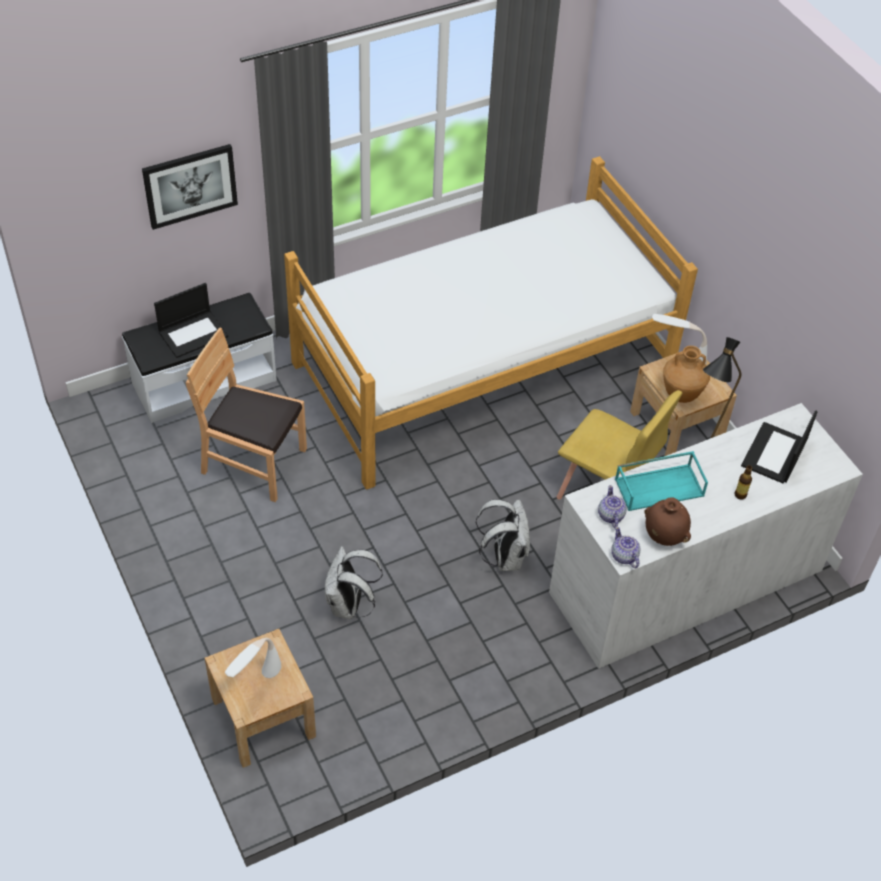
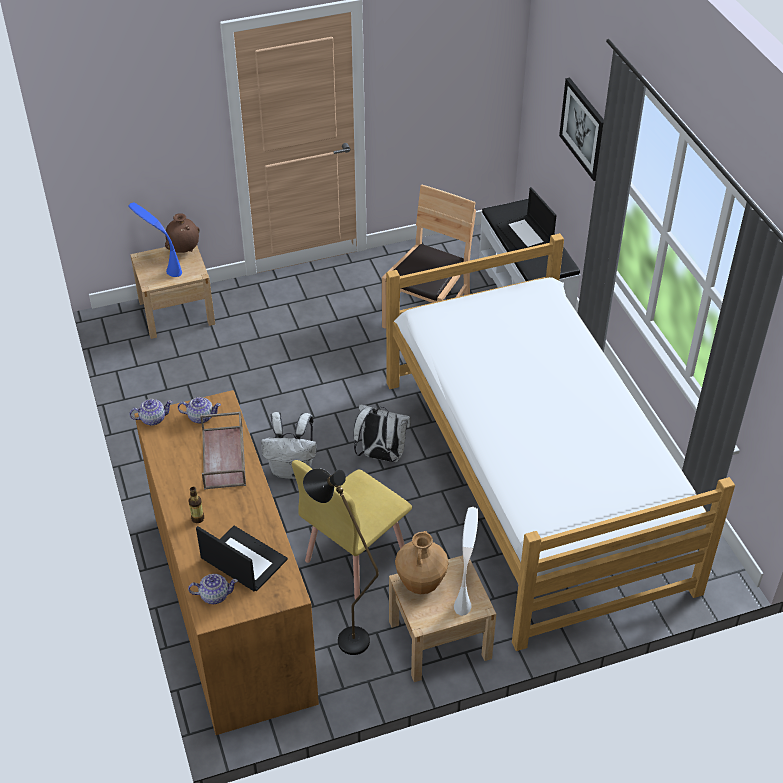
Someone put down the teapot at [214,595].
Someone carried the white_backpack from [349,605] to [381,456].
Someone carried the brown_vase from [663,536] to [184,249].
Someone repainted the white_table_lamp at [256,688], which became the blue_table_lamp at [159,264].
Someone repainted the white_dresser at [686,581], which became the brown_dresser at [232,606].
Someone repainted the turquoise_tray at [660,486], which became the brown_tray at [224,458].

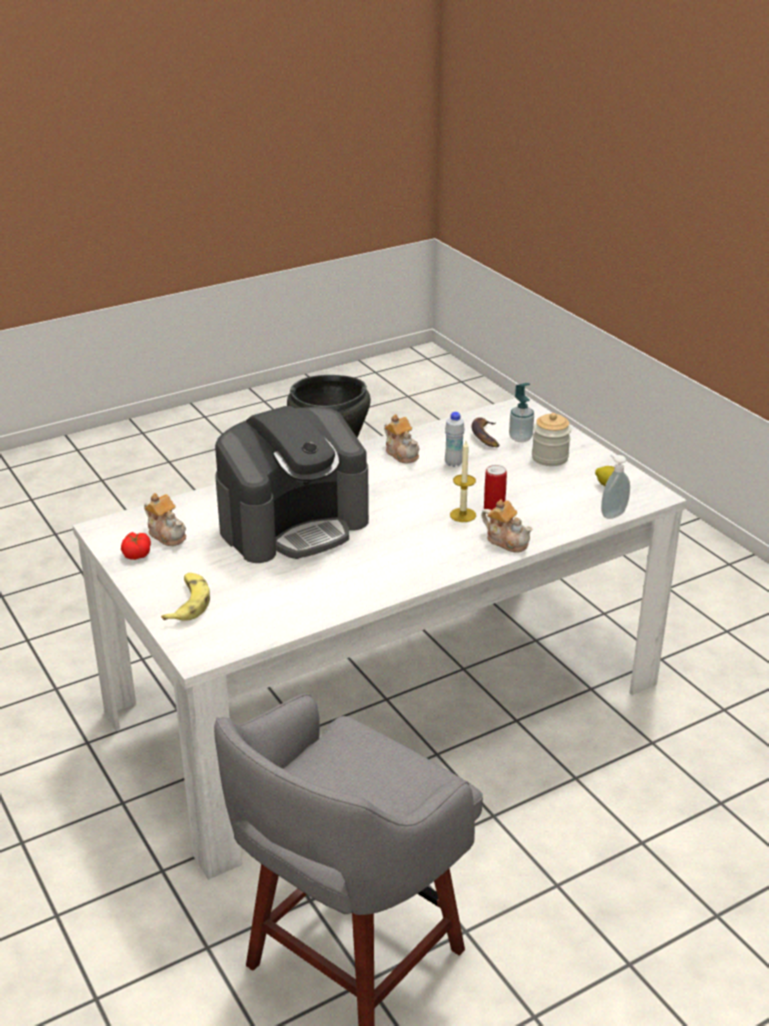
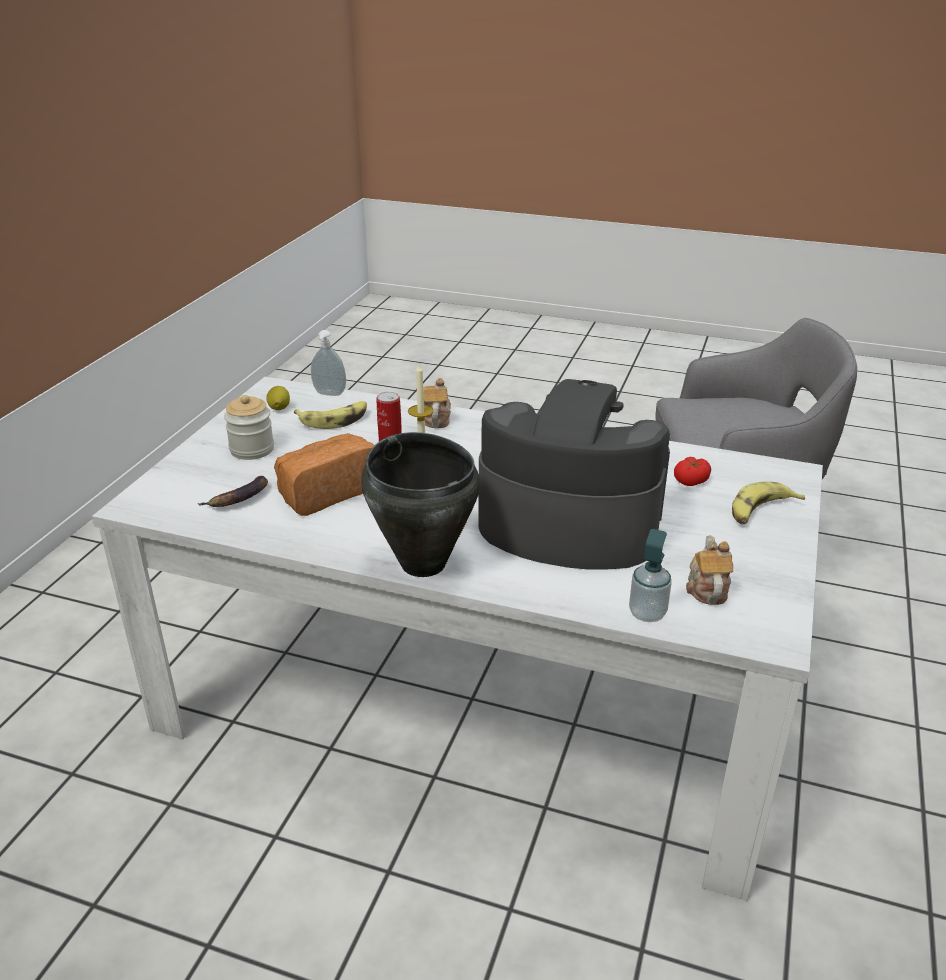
Someone took away the teapot at [402,453].
Someone put down the banana at [334,420].
Someone carried the tomato from [136,553] to [691,480].
Someone carried the soap_dispenser from [520,438] to [647,613].
Someone swapped the white_bottle at [453,463] for the bread at [327,492].

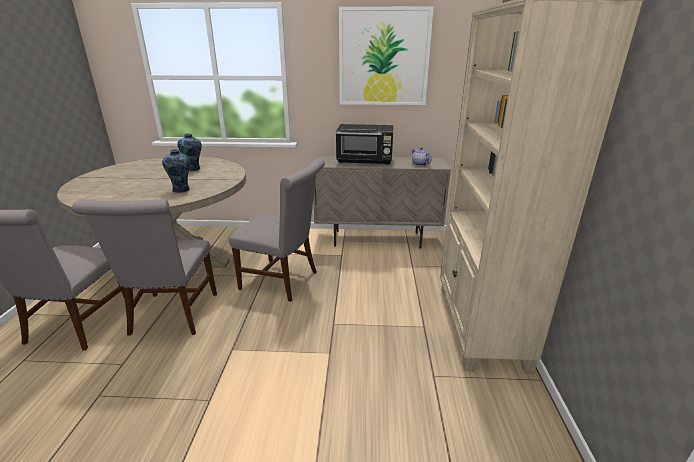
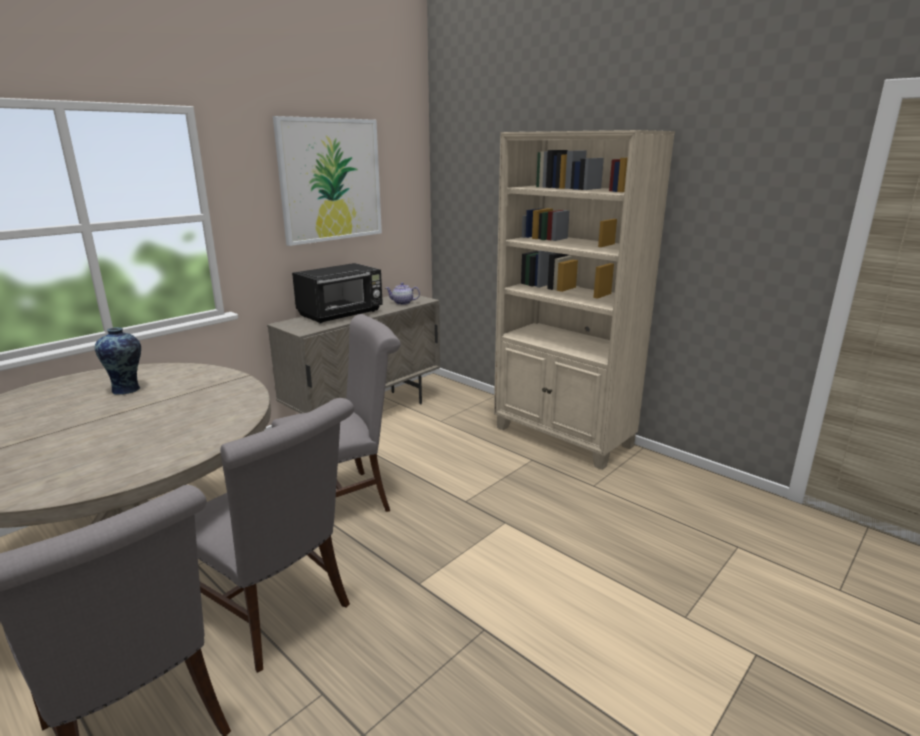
Someone took away the vase at [182,190].

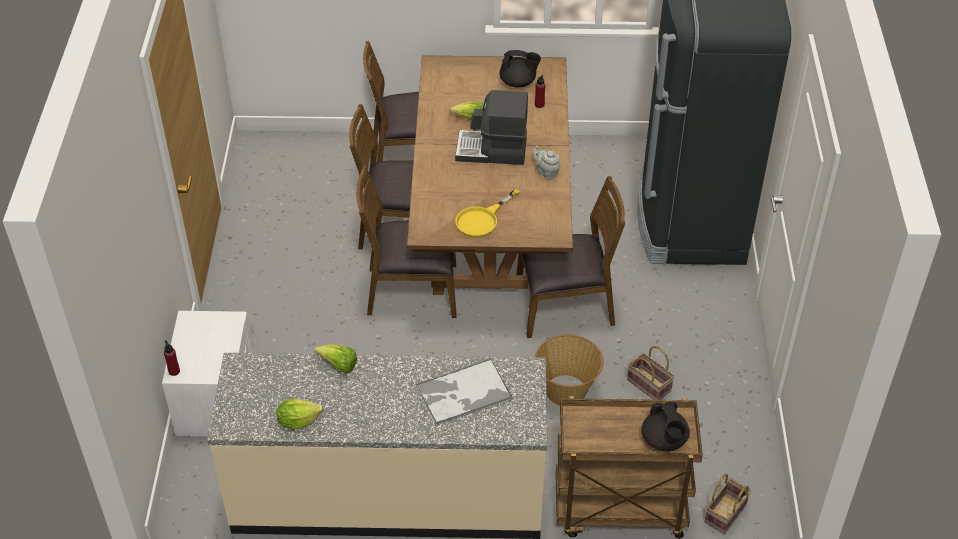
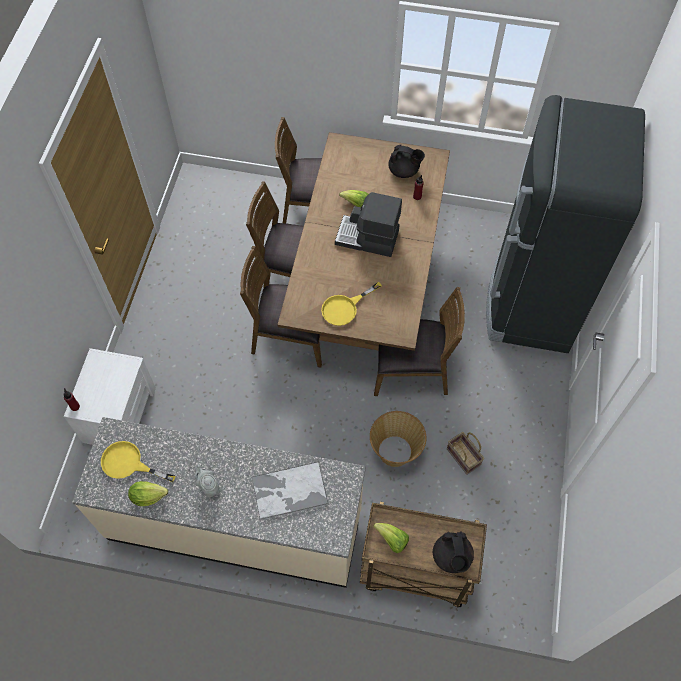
Someone took away the basket at [725,514].
Someone put down the yellow_frying_pan at [129,464].
Someone carried the lettuce from [338,365] to [392,540].
Someone carried the grey_teapot from [546,172] to [209,487].

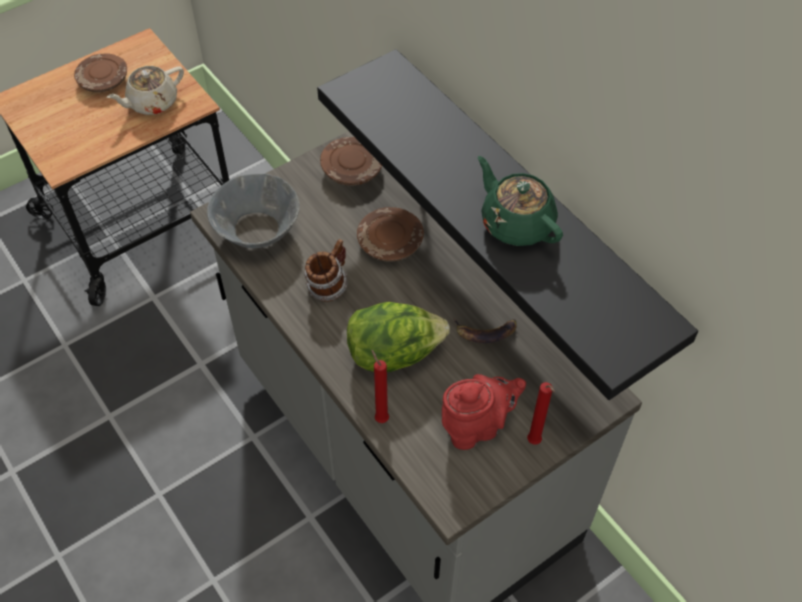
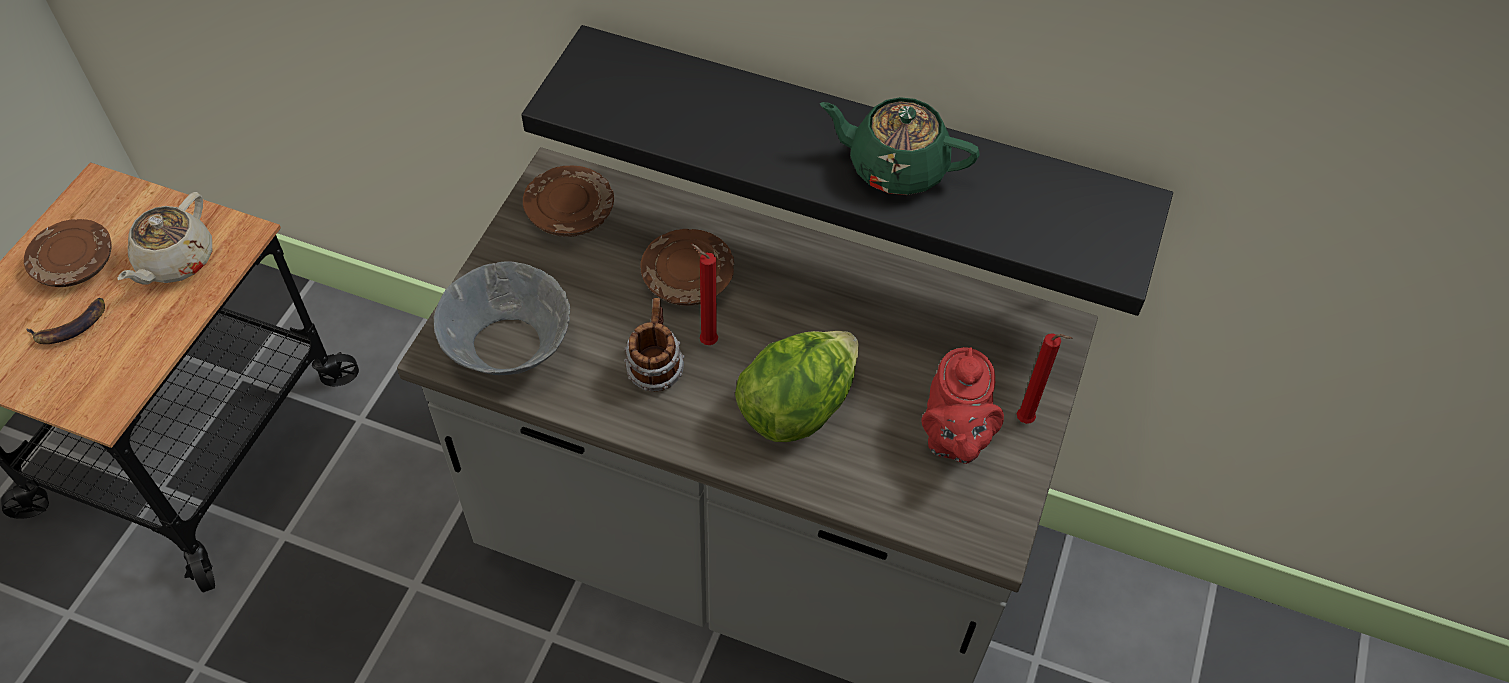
Someone carried the red_candle from [380,418] to [705,341].
Someone carried the banana from [485,331] to [71,326].
Someone rotated the red_teapot at [476,426] by 150 degrees clockwise.

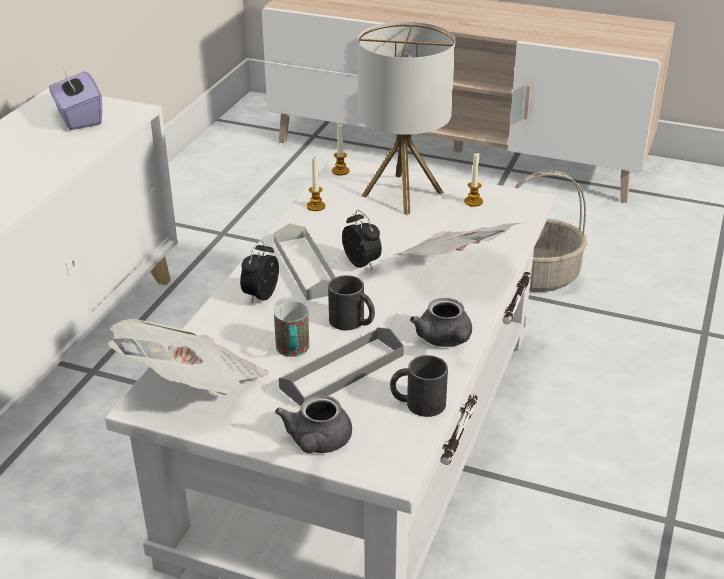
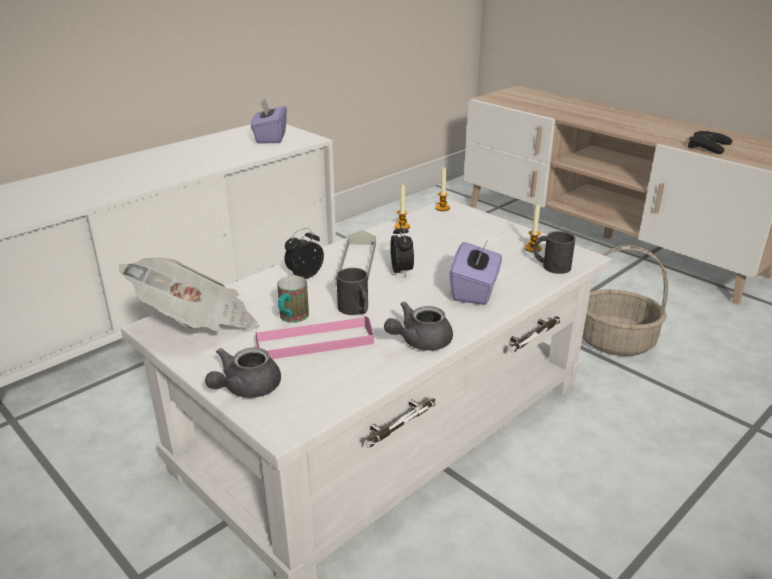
Someone took away the table_lamp at [402,194].
Someone put down the black_game_controller at [705,145].
Someone carried the black_mug from [417,403] to [551,266].
Someone swapped the newspaper at [454,267] for the purple_tissue_box at [475,291].
Someone repainted the grey_tray at [342,371], which became the pink_tray at [315,342].
Someone rotated the grey_teapot at [445,340] by 45 degrees clockwise.

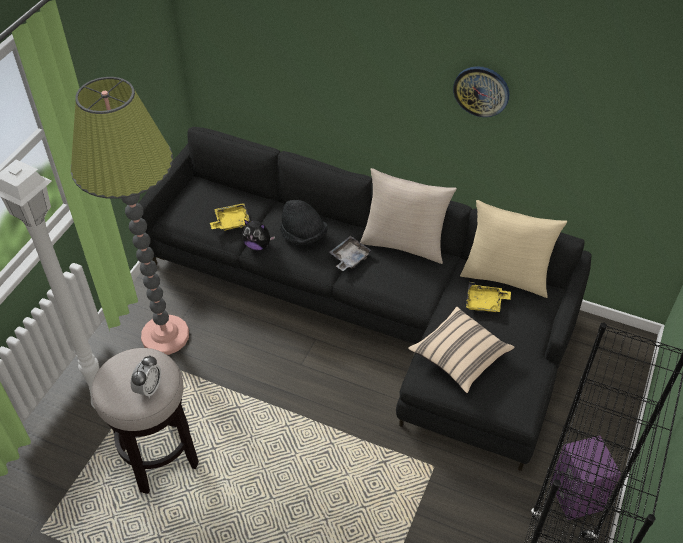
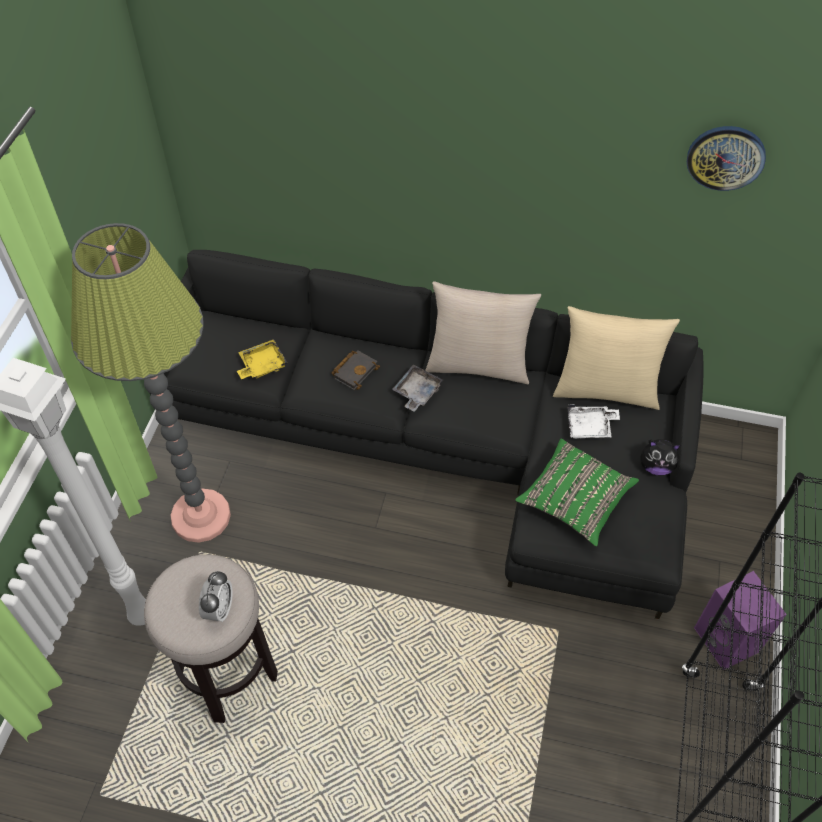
Someone carried the plush_toy from [258,245] to [656,466].
Someone carried the wall_clock from [481,91] to [725,157].
Someone swapped the black_hat at [303,235] for the black_book at [355,371].
Someone repainted the beige_pillow at [459,357], which became the green_pillow at [575,500].
Someone repainted the yellow_tray at [485,303], which became the white_tray at [590,427].

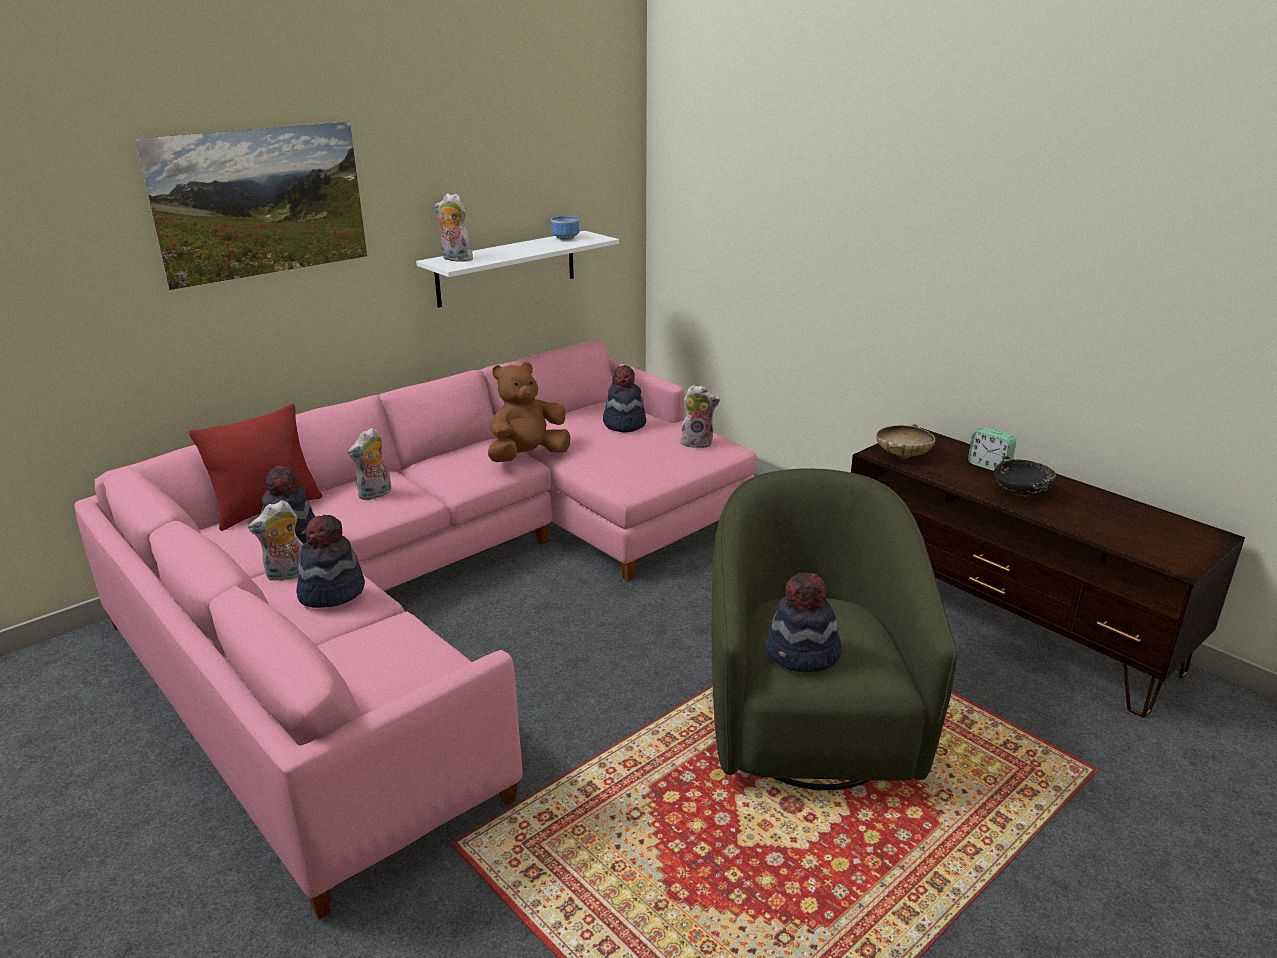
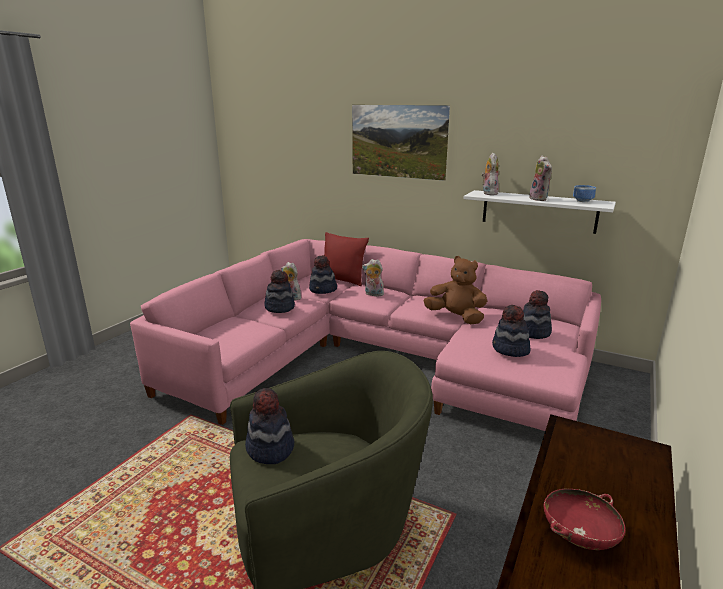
Someone took away the beige_bowl at [902,455].
Someone took away the alarm_clock at [989,465].
Someone put down the hat at [510,350].
Someone carried the plush_toy from [698,442] to [540,199].
Someone repainted the black_bowl at [1020,493], which became the red_bowl at [578,535].

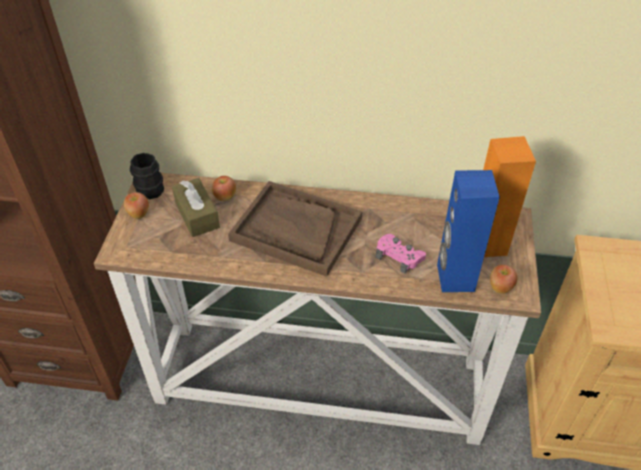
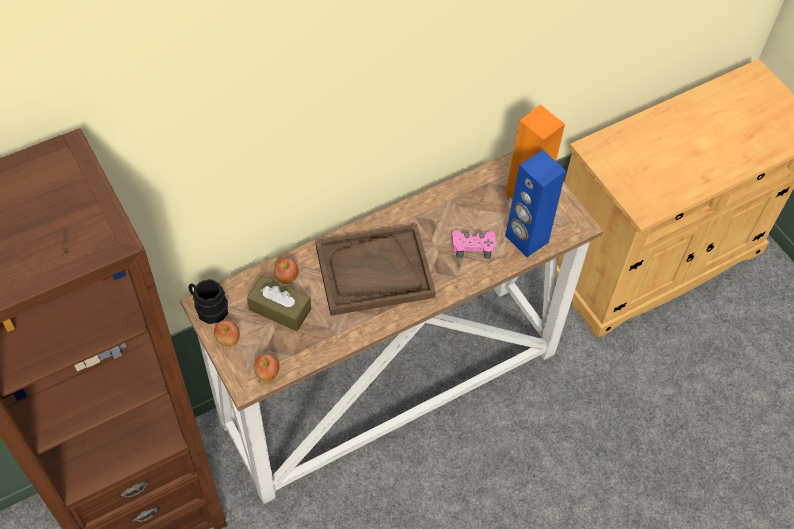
Someone carried the apple from [500,287] to [267,374].

